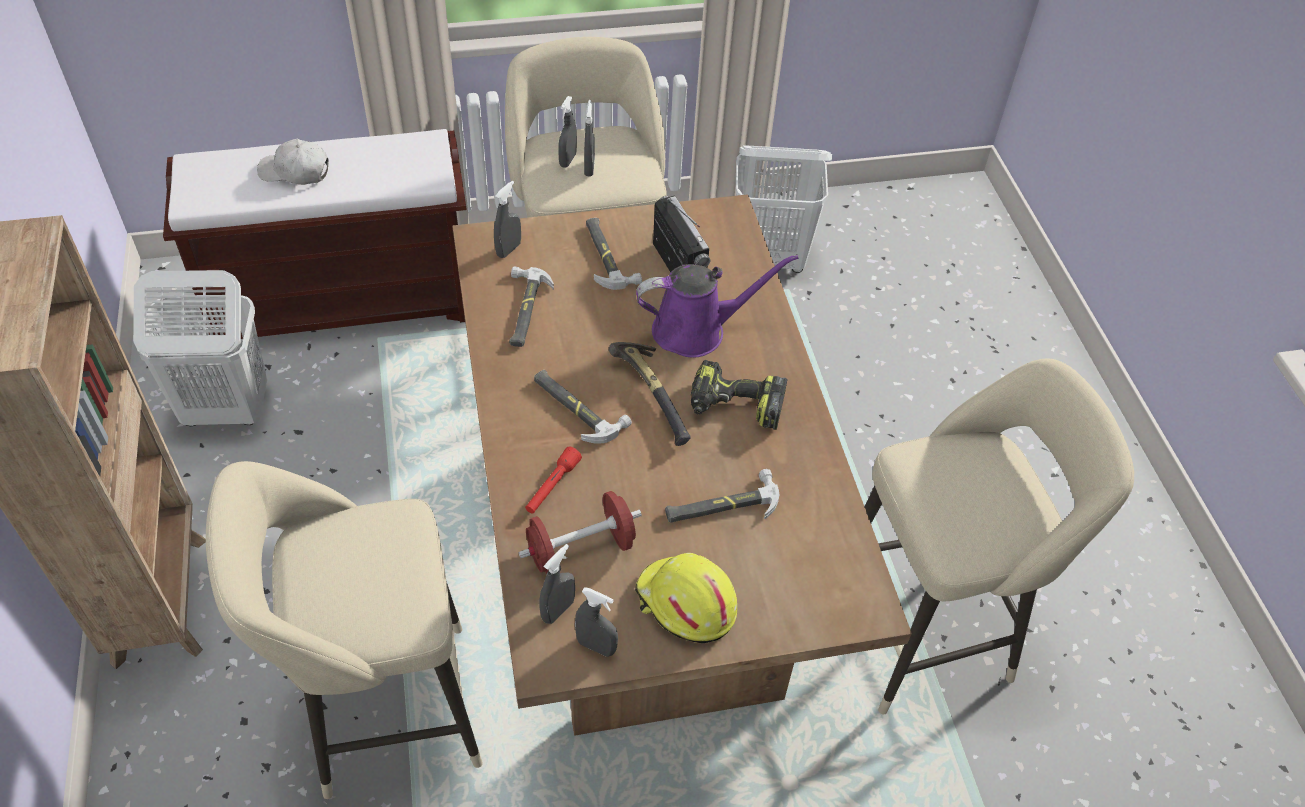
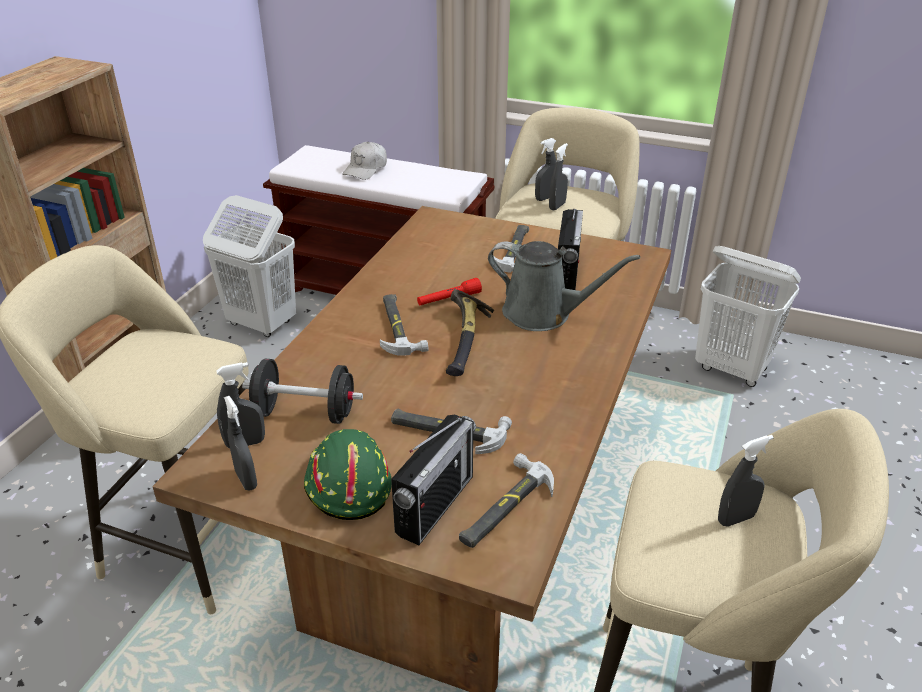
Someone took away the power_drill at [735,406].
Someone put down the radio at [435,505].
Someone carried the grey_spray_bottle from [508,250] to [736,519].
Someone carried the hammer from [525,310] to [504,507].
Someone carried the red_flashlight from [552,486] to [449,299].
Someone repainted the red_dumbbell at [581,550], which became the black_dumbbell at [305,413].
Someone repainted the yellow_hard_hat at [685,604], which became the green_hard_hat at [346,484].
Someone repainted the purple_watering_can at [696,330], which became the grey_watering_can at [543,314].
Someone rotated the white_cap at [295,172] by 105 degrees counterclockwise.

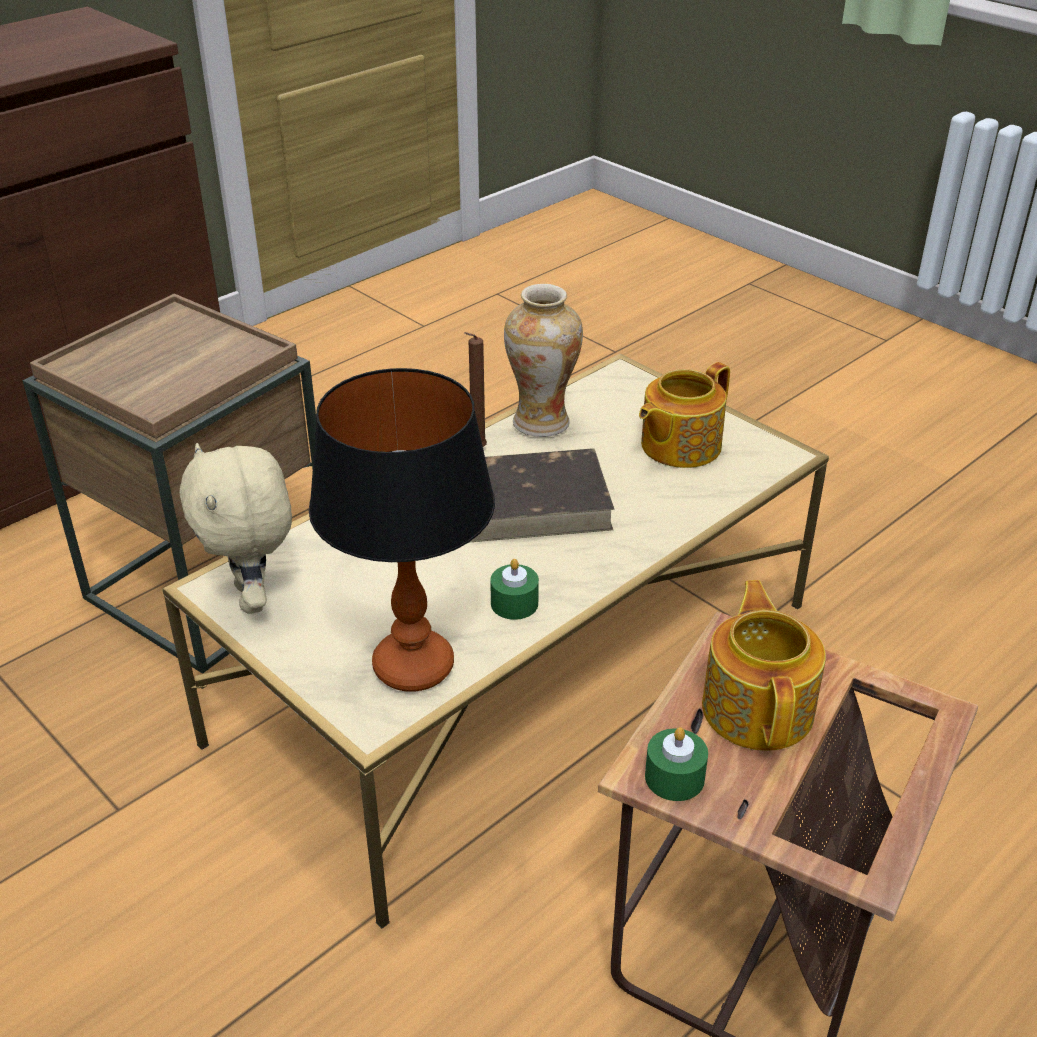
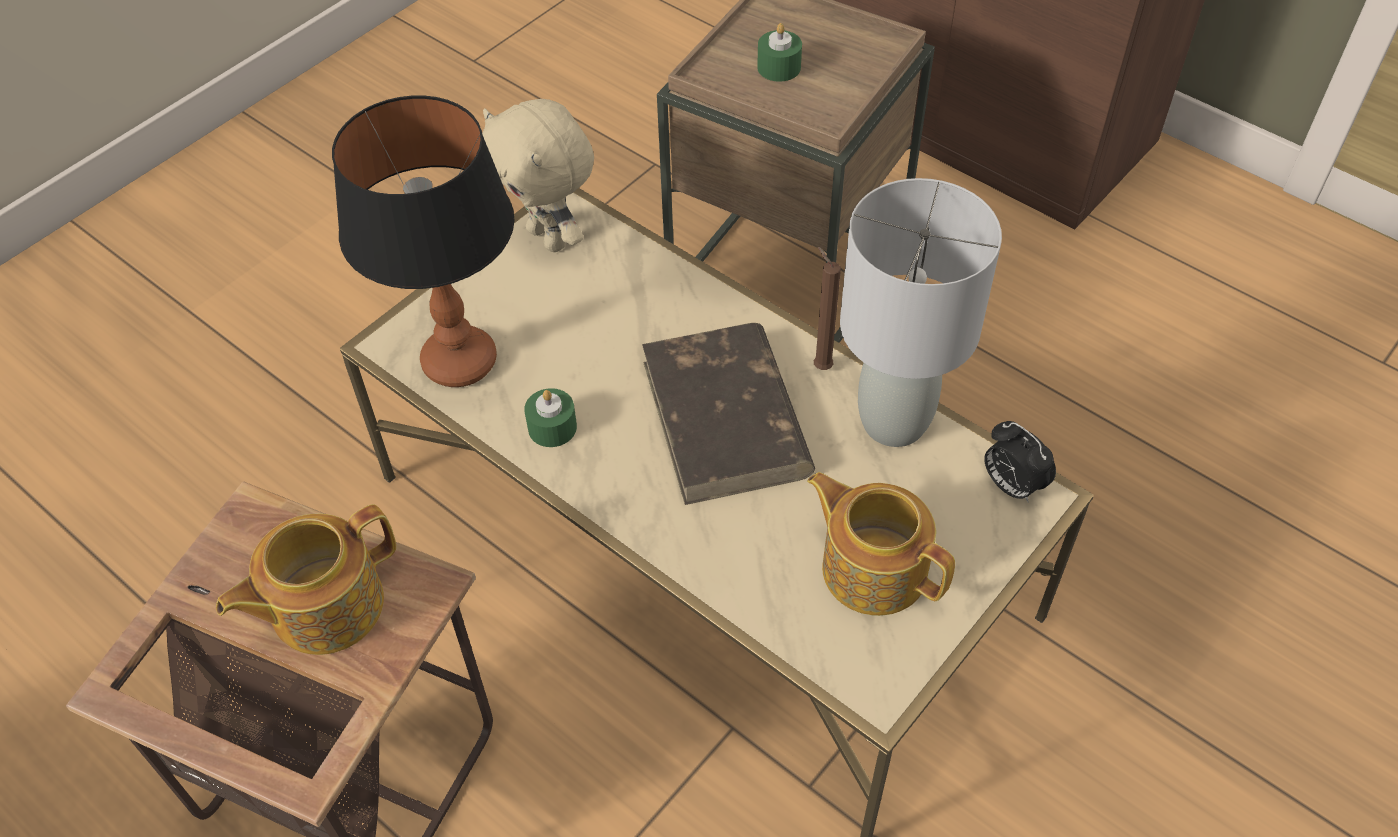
Someone put down the alarm_clock at [1011,485].
Someone carried the green_candle from [674,777] to [779,67].
Someone swapped the vase at [541,422] for the grey_table_lamp at [893,421].
Someone rotated the beige_plush_toy at [254,598] by 105 degrees counterclockwise.
Someone rotated the teapot at [758,707] by 150 degrees clockwise.

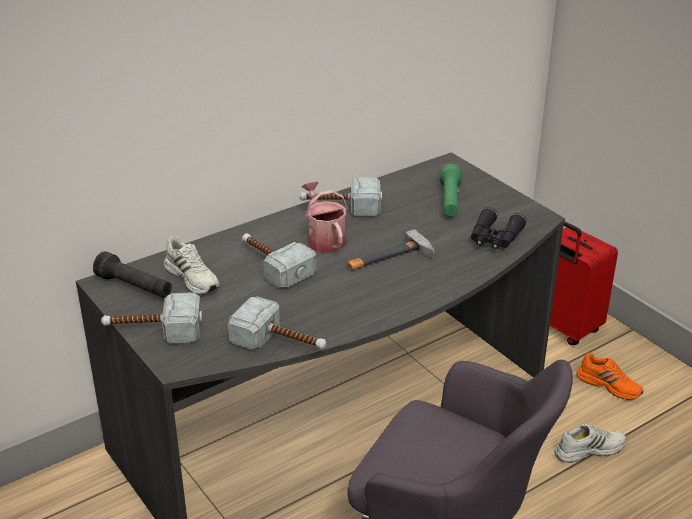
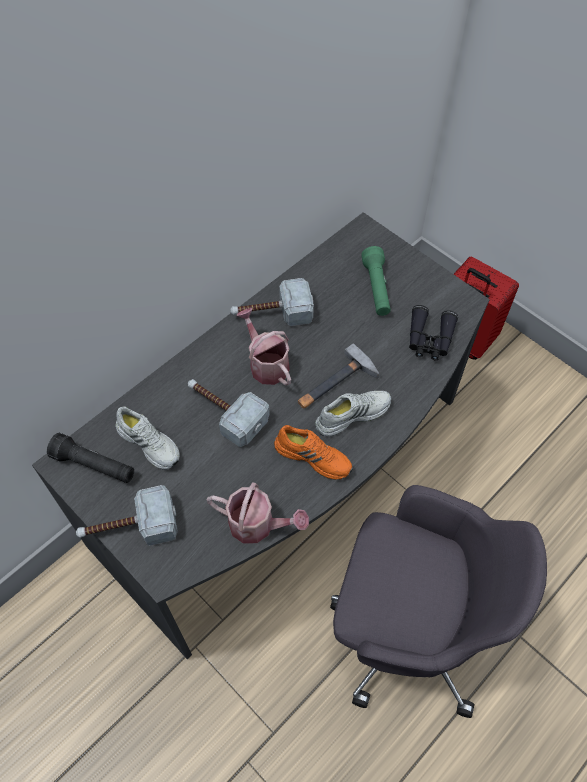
Someone carried the white_shoe from [589,449] to [352,414].
Someone carried the orange_shoe from [609,385] to [314,456].
Someone swapped the hammer at [281,343] for the watering_can at [257,525].

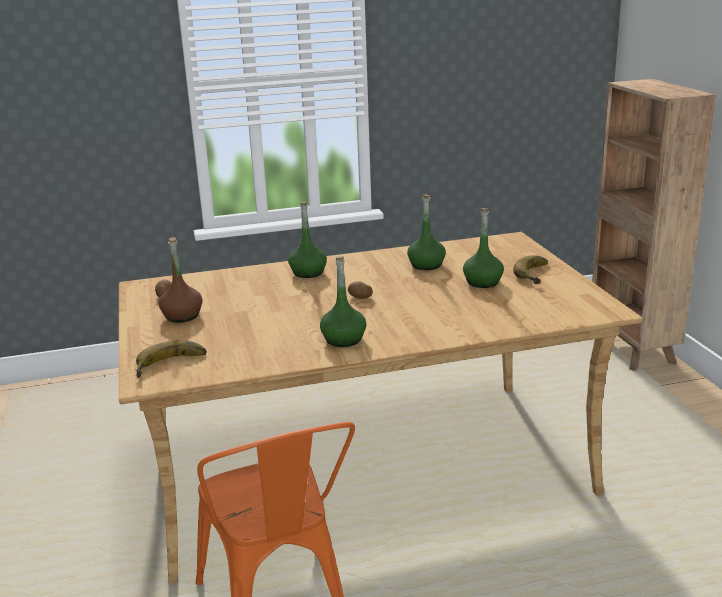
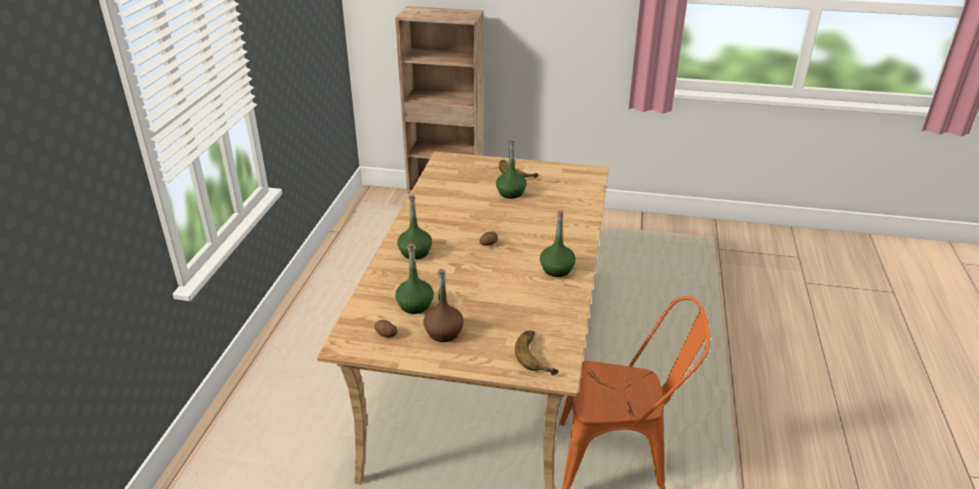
Someone carried the green_bottle from [426,265] to [415,305].

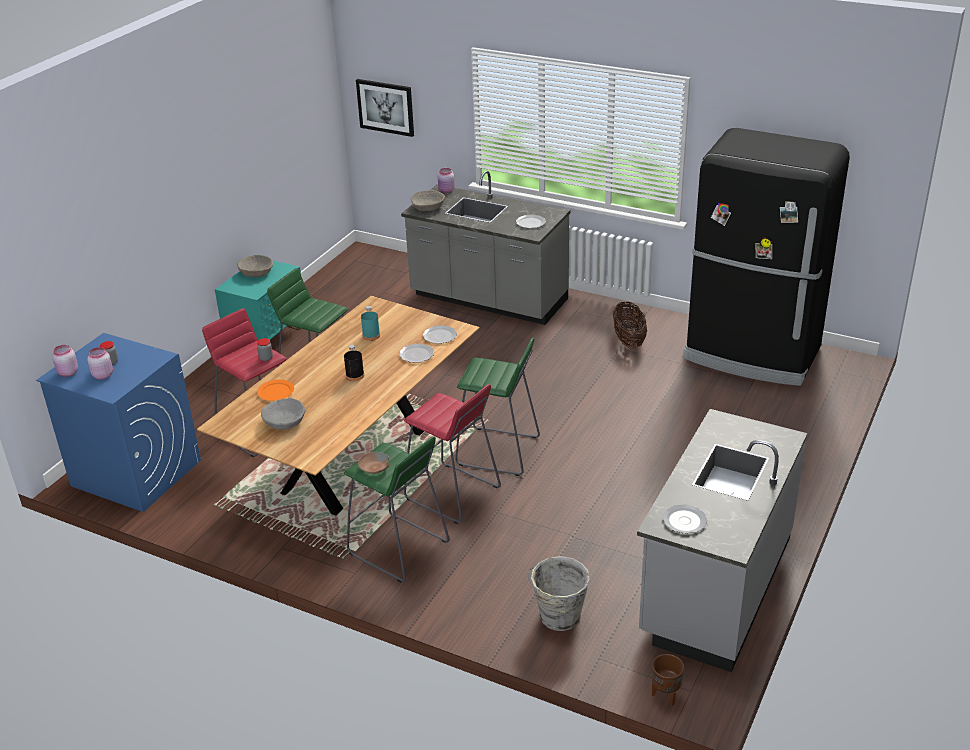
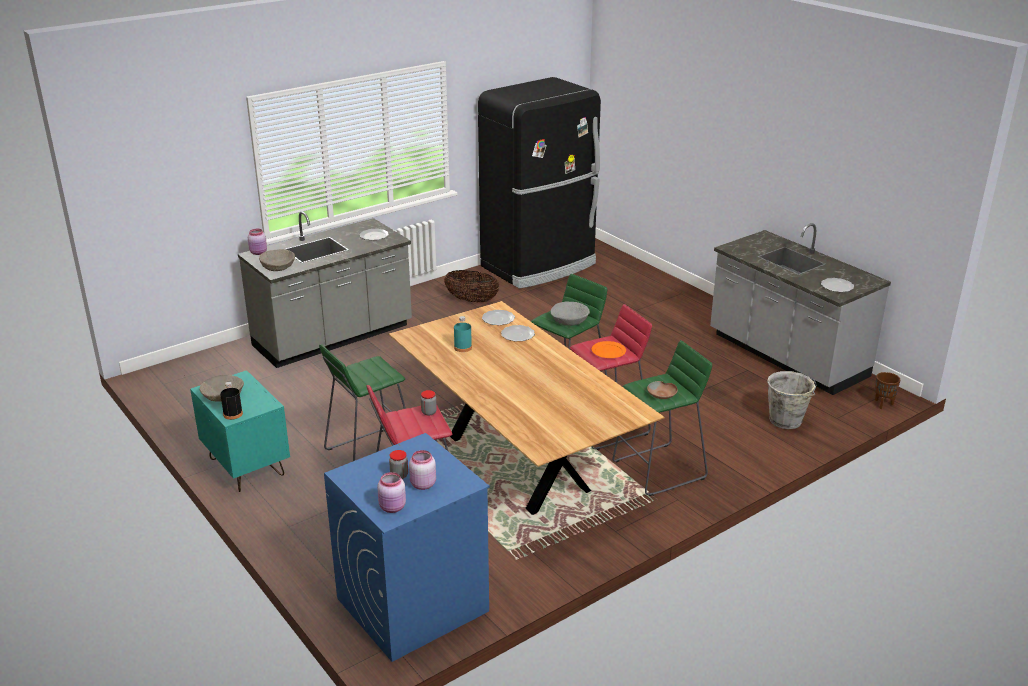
Someone took away the picture at [385,107].
Someone carried the orange_plate from [276,392] to [608,351].
Someone carried the grey_bowl from [284,421] to [570,320].
Someone carried the black_bottle from [355,376] to [233,414].

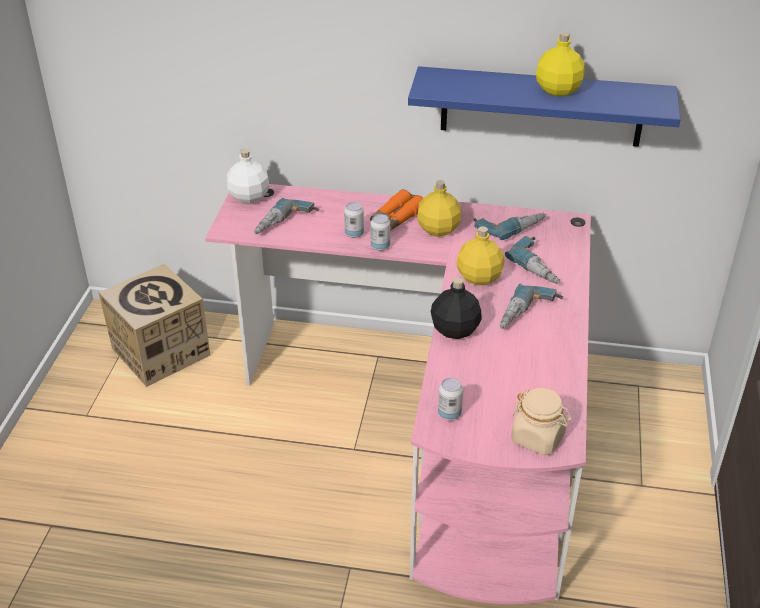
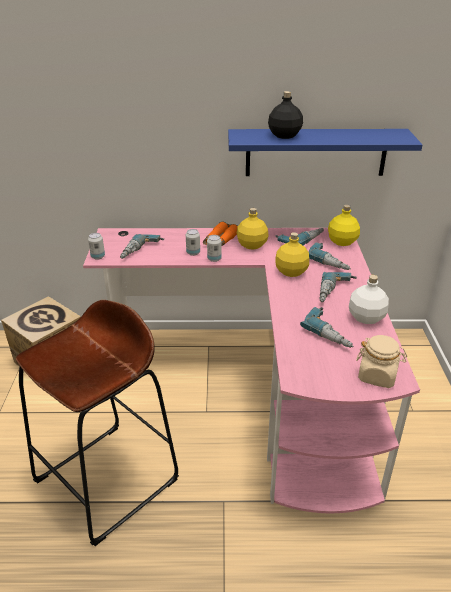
Someone put down the brown_stool at [107,480].
Someone put down the power_drill at [331,332].
Someone carried the white_bottle from [249,197] to [366,318].
Someone carried the black_bottle from [454,329] to [284,135].
Someone carried the can from [449,414] to [98,257].
Someone carried the yellow_bottle from [557,89] to [342,241].

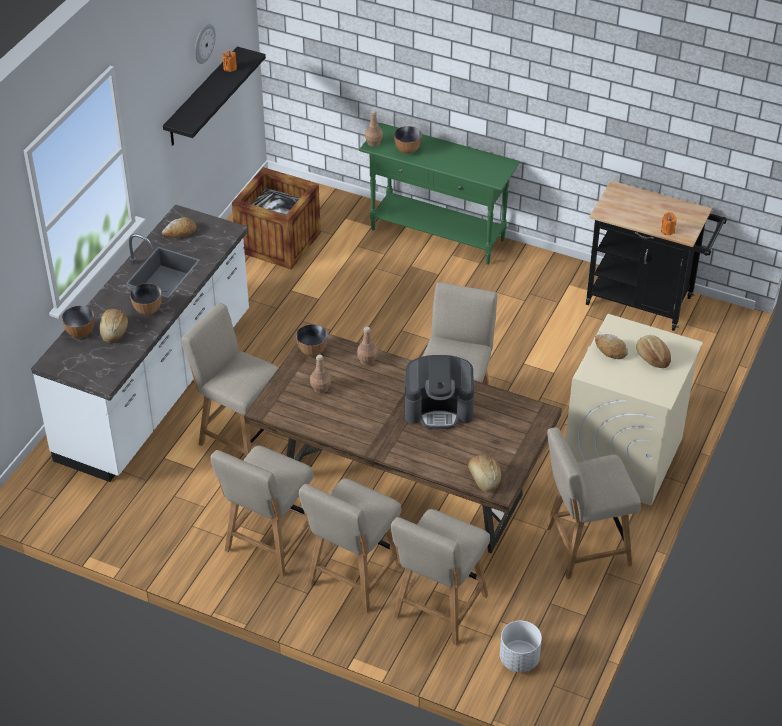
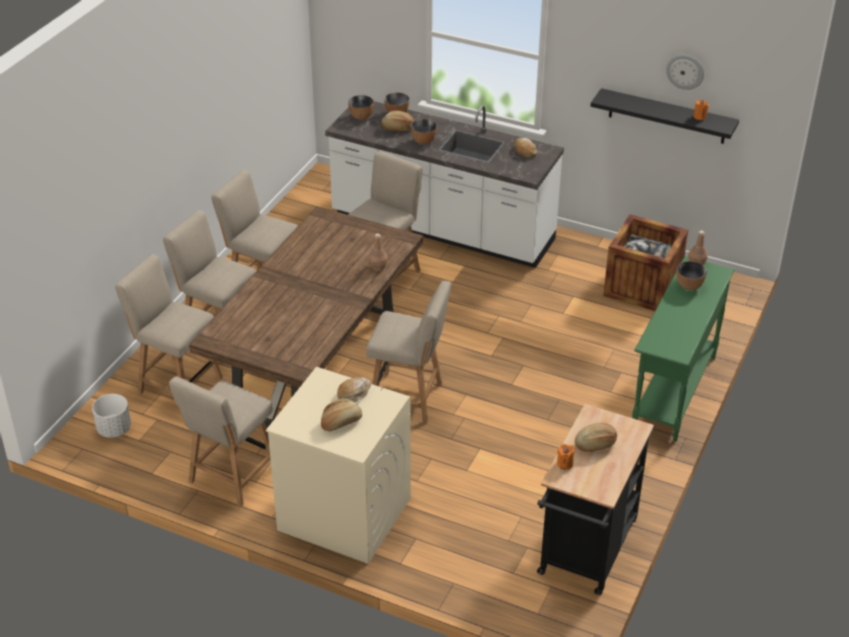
Someone took away the brown_bottle at [320,388].
Someone took away the coffee_machine at [439,408].
Someone carried the bowl from [312,350] to [361,117].
Someone carried the bread from [483,478] to [596,444].
Someone rotated the beige_chair at [583,547] by 135 degrees counterclockwise.

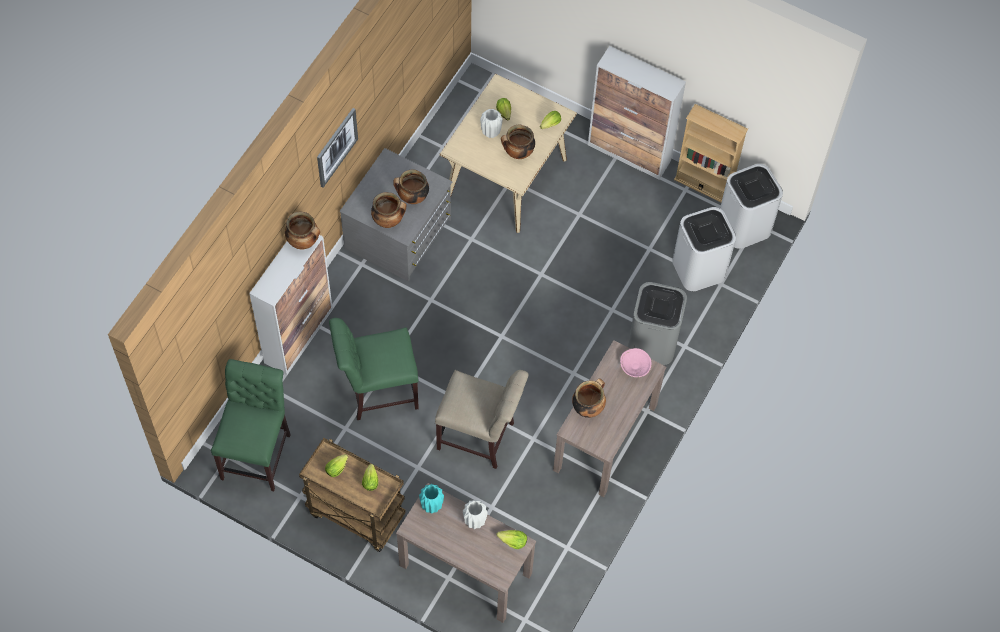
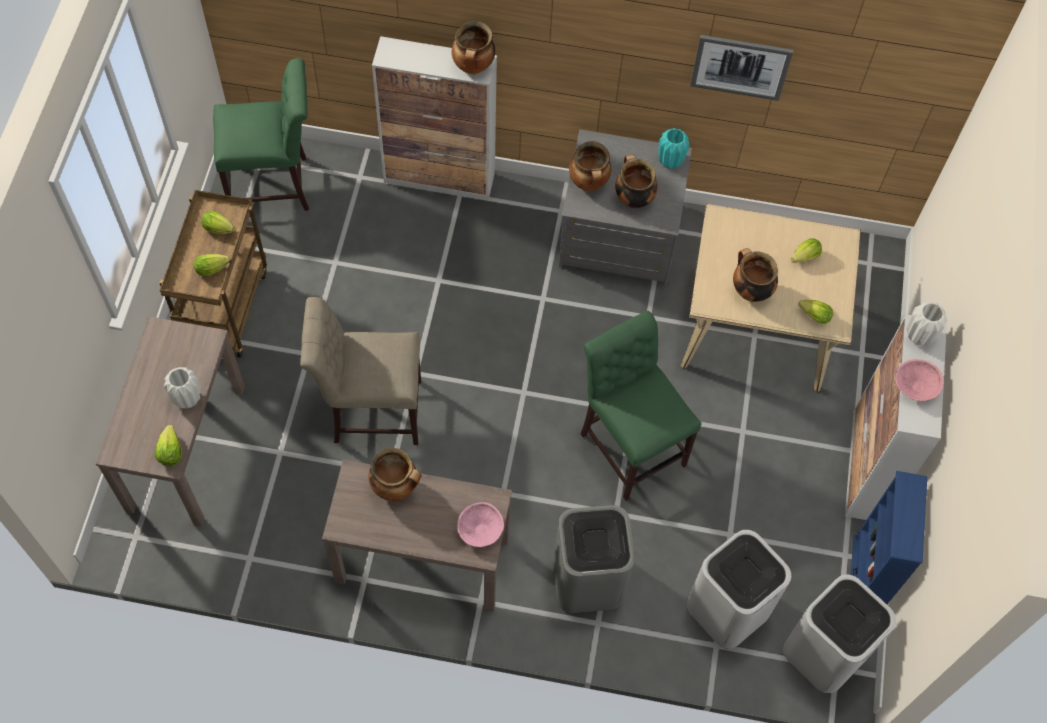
Someone put down the pink_bowl at [915,385].
Someone carried the picture from [336,147] to [740,66].
Someone carried the green_chair from [377,391] to [630,444].
Someone carried the turquoise_vase from [432,505] to [670,161].
Someone carried the white_vase from [490,132] to [918,336].
Someone repainted the beige_bookcase at [703,185], which became the blue_bookcase at [865,577].
Someone rotated the beige_chair at [480,438] by 90 degrees clockwise.

